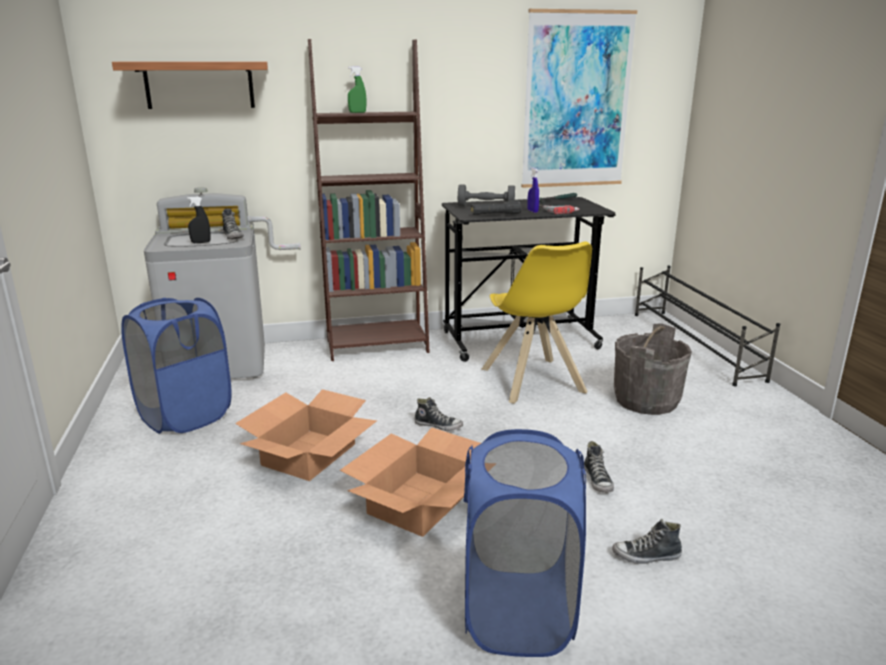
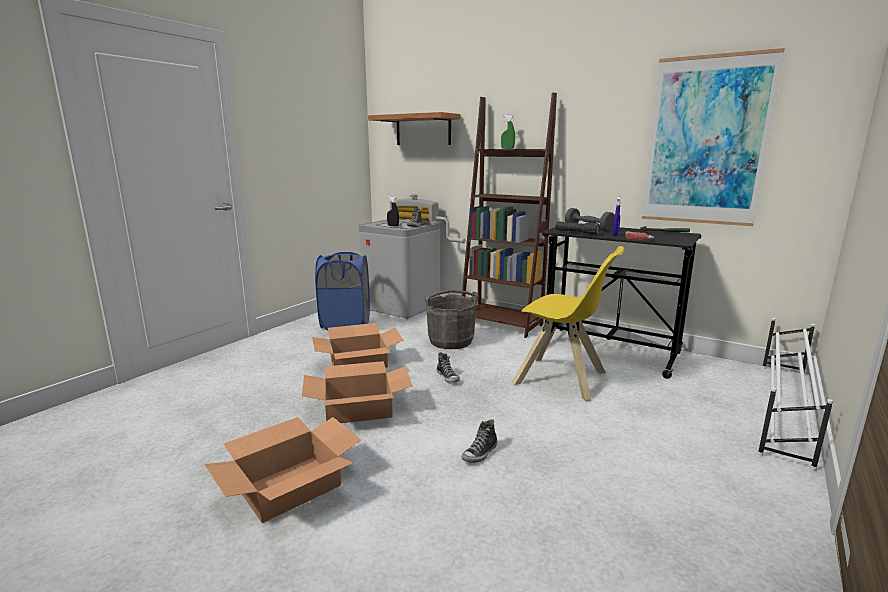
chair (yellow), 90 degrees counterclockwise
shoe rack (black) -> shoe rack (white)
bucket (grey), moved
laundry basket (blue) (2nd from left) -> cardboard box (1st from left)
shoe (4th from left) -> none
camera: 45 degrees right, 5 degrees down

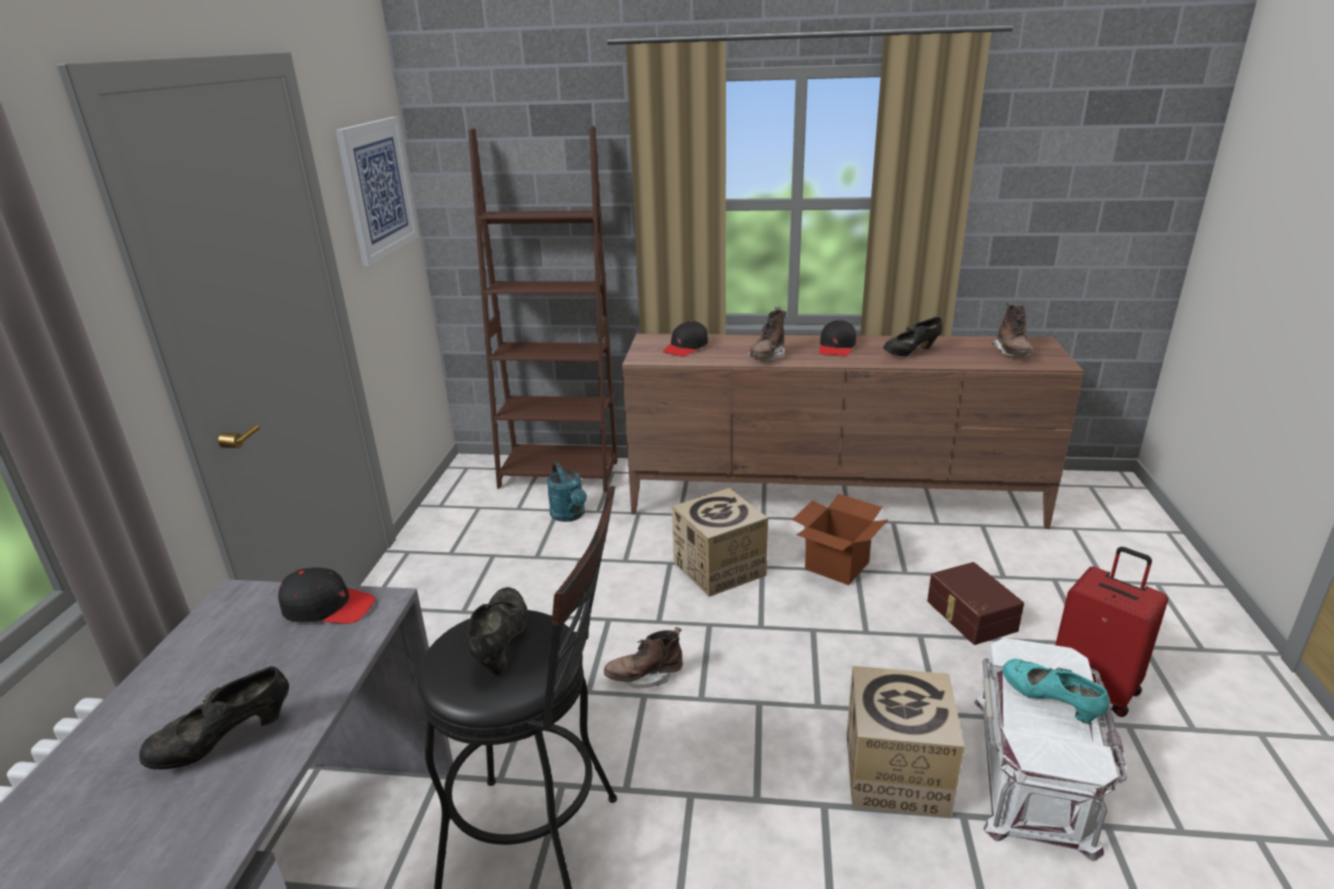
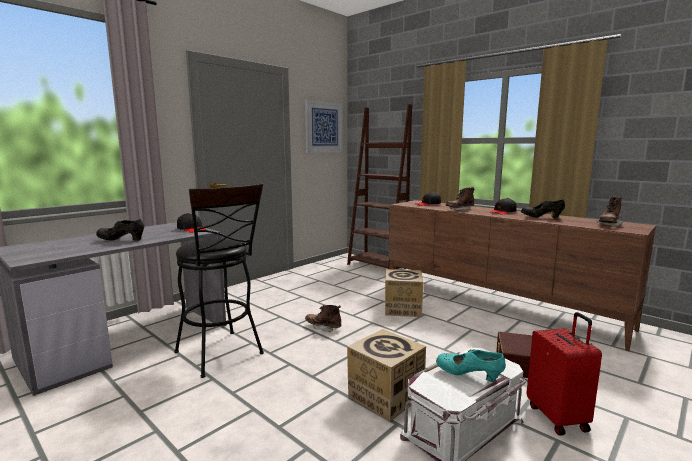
watering can (turquoise) -> none
cardboard box (2nd from left) -> none
shoe (black) (2nd from left) -> none
shoe (turquoise), 60 degrees counterclockwise
camera: 35 degrees right, 15 degrees down

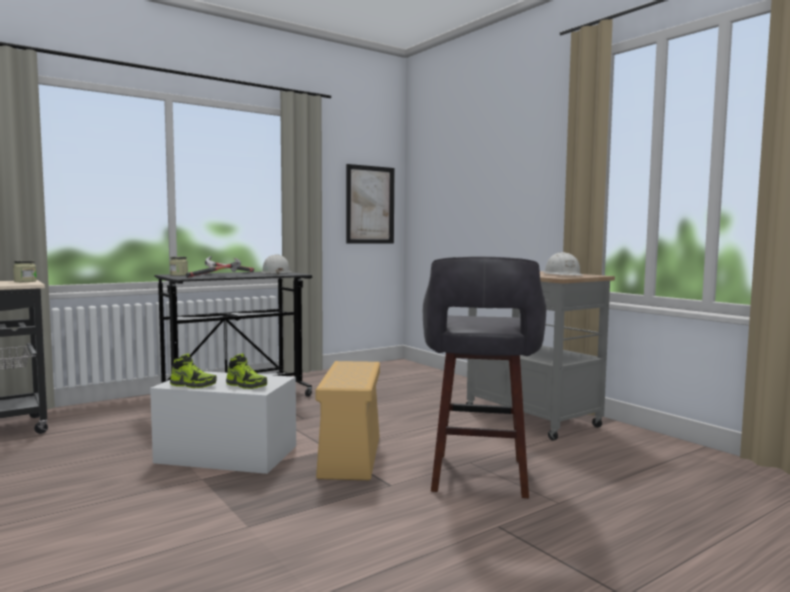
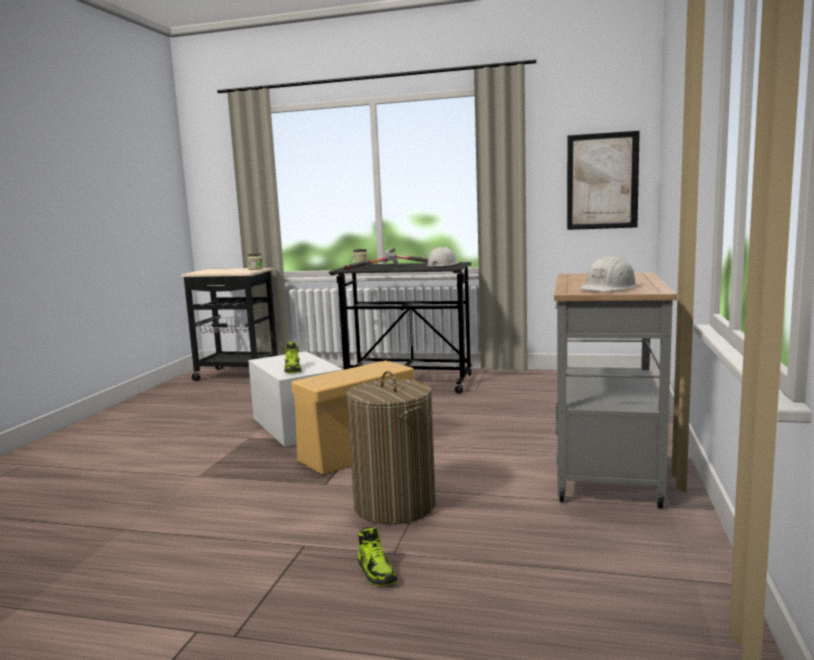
stool (grey) -> laundry basket
shoe (1st from left in the first image) -> shoe (2nd from left), moved
camera: 50 degrees right, 5 degrees up

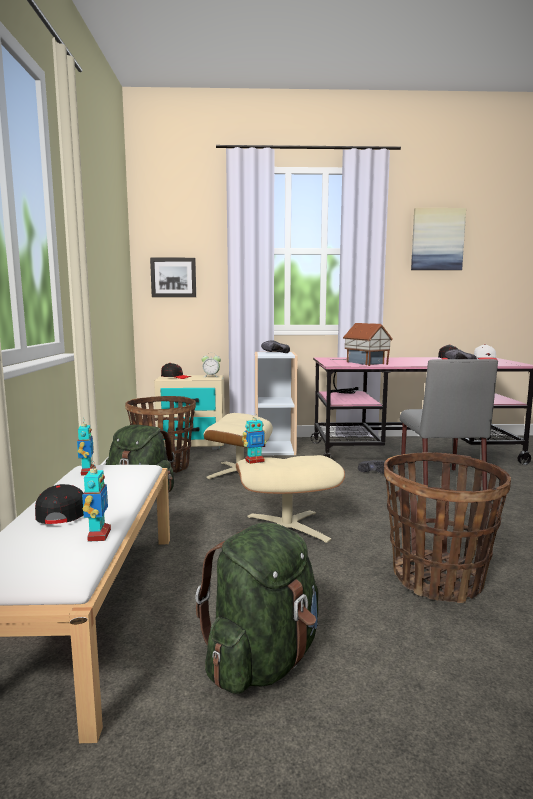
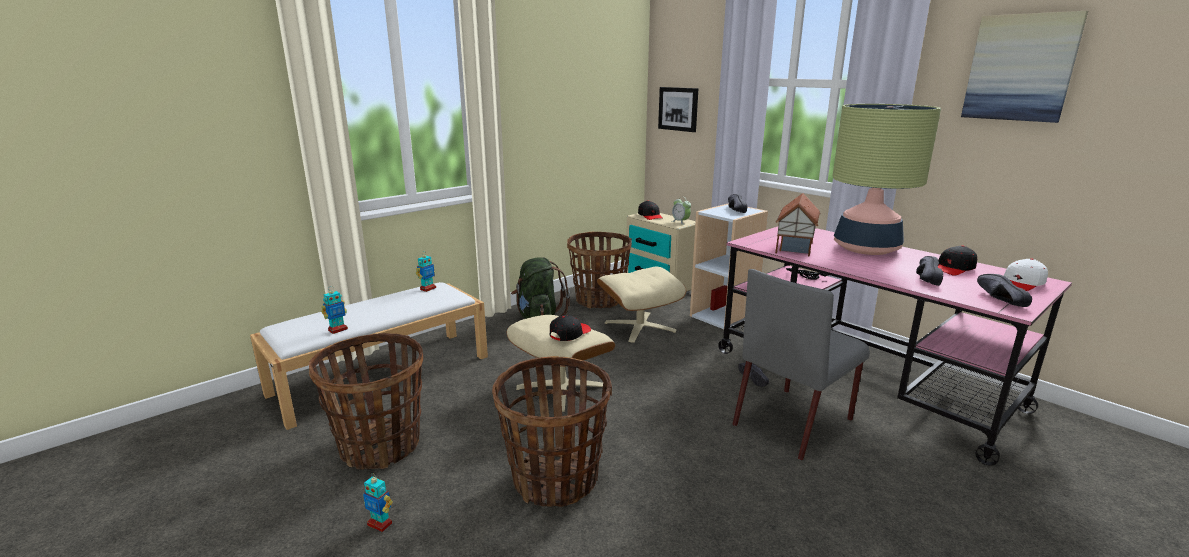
toy robot (3rd from left in the first image) -> toy robot (2nd from left), moved
cap (black) (1st from left), moved
backpack (green) (2nd from left) -> basket (1st from left)
none -> table lamp
none -> shoe (black) (4th from left)
camera: 50 degrees right, 10 degrees up

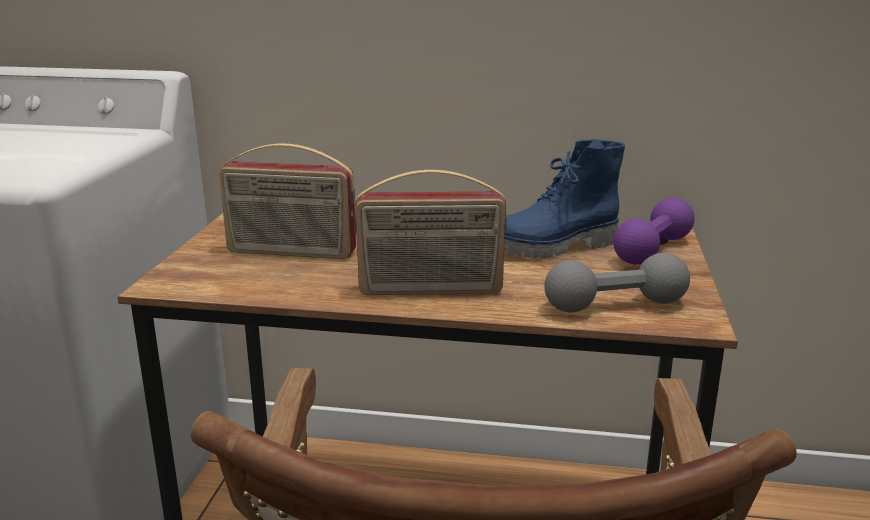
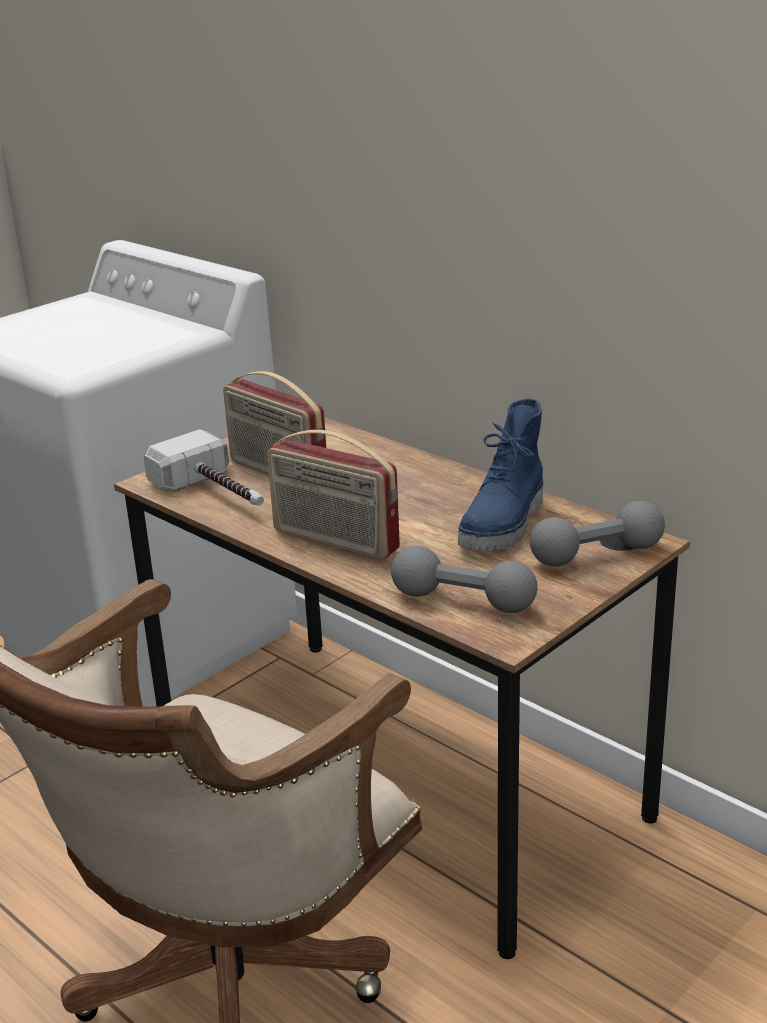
boot (blue), 75 degrees counterclockwise
dumbbell (purple) -> dumbbell (grey) (2nd from left)
none -> hammer
camera: 35 degrees right, 5 degrees up

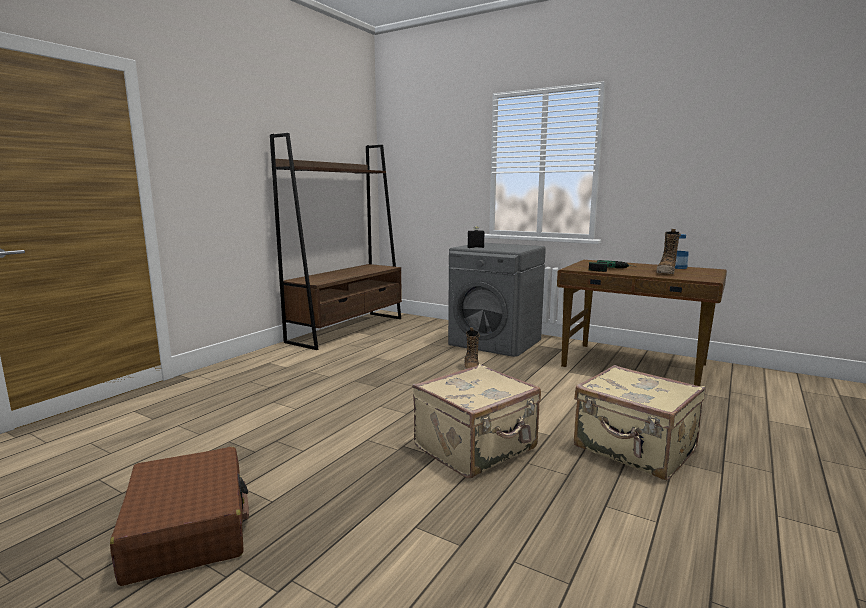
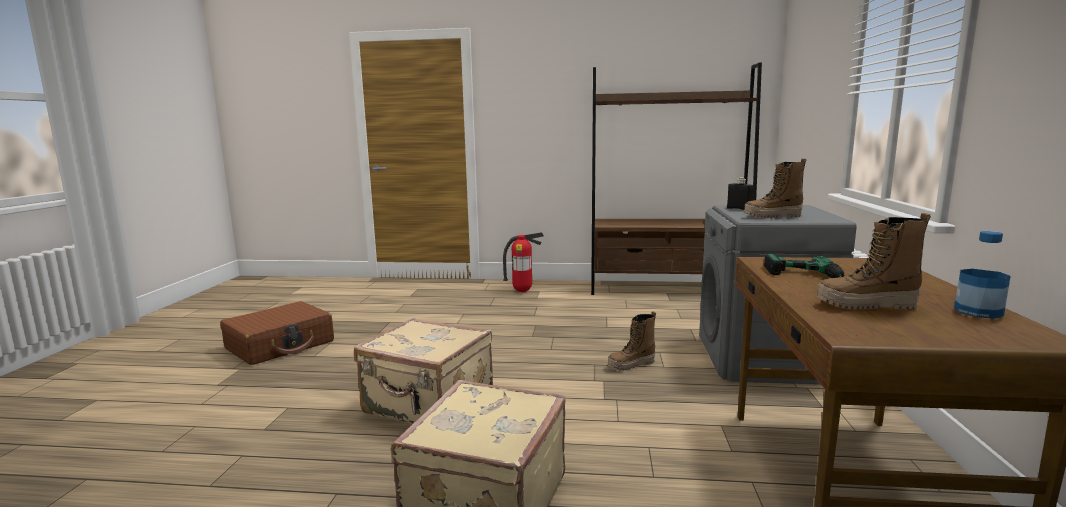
none -> boot (2nd from left)
none -> fire extinguisher
camera: 65 degrees right, 0 degrees up

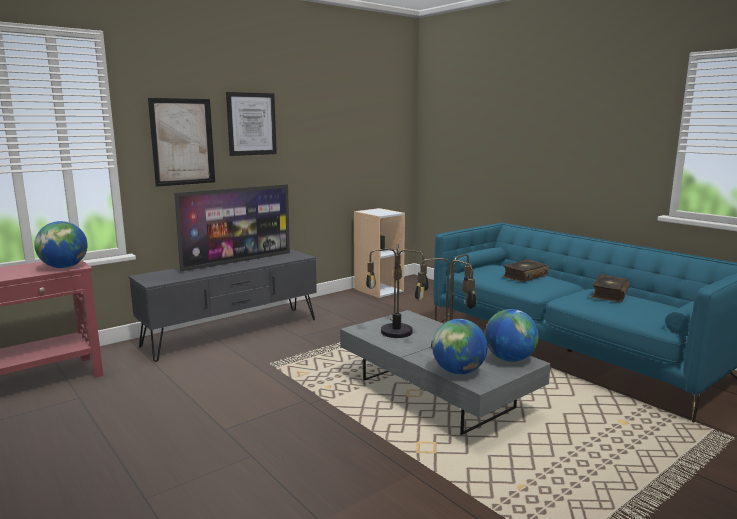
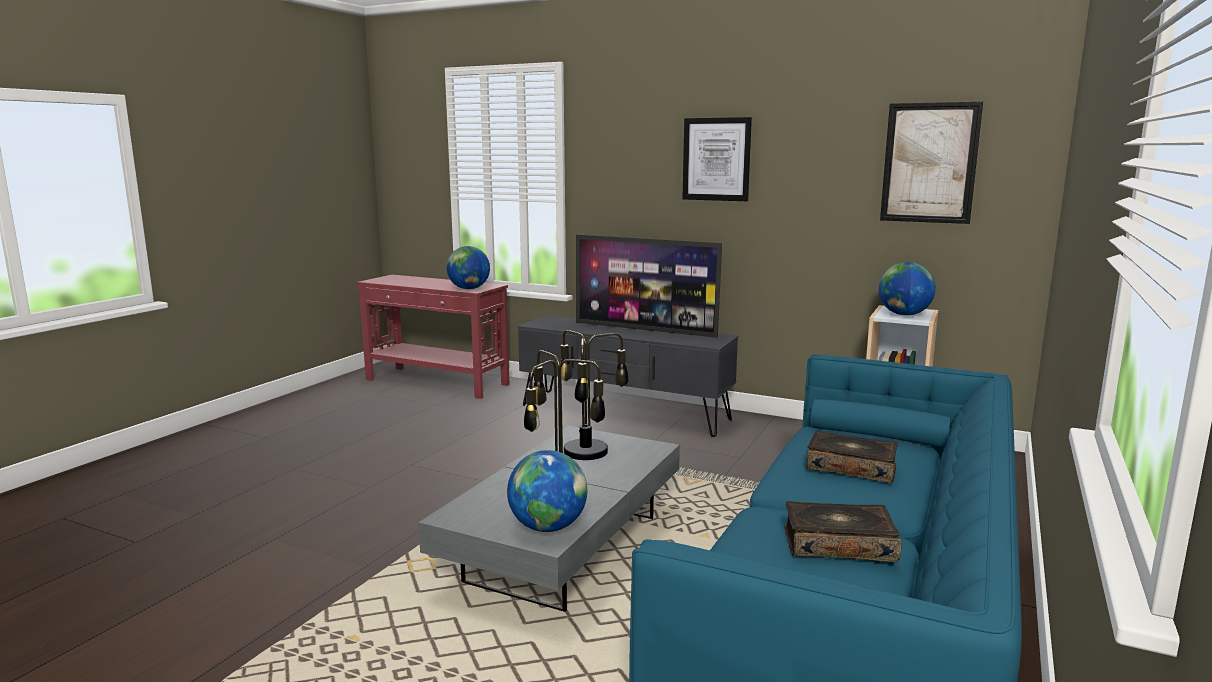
picture (1st from left in the first image) -> picture (2nd from left), moved
globe (2nd from left in the first image) -> globe (3rd from left), moved
camera: 65 degrees right, 0 degrees up

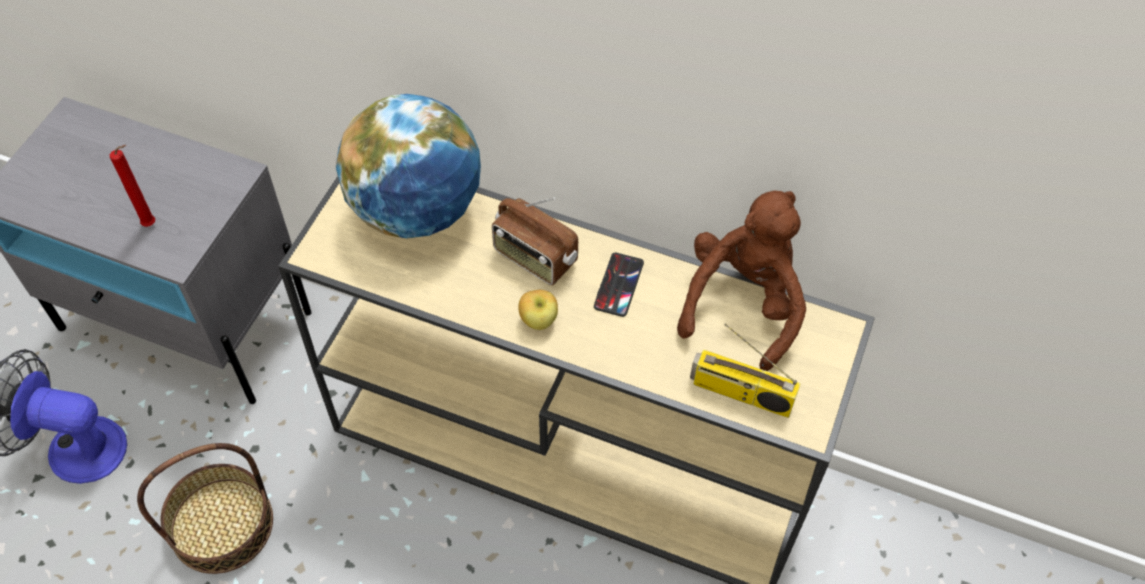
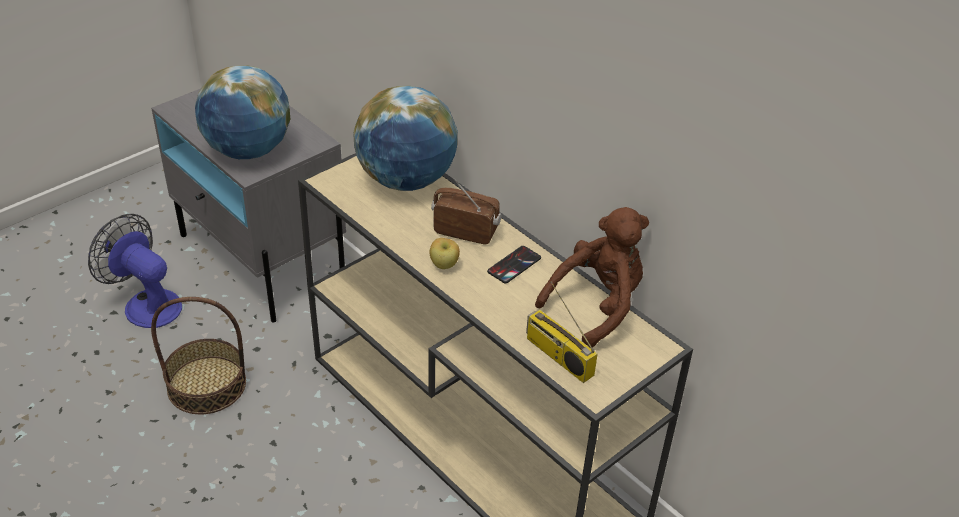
candle (red) -> globe (1st from left)
radio (1st from left), 135 degrees clockwise
camera: 25 degrees right, 15 degrees down

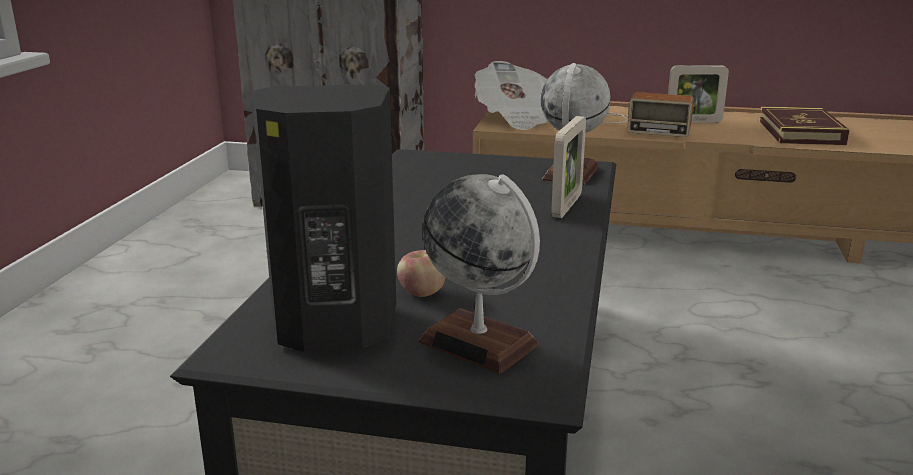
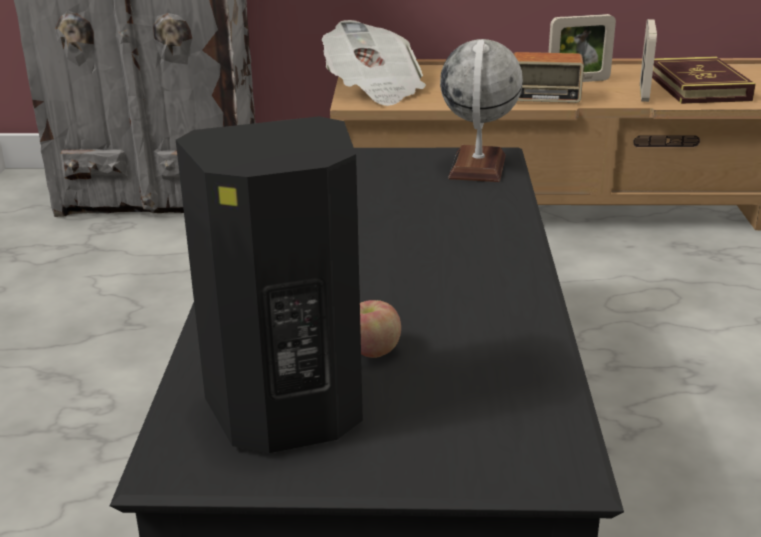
picture frame (1st from left in the first image) -> picture frame (2nd from left), moved
globe (1st from left) -> none
camera: 10 degrees left, 5 degrees up

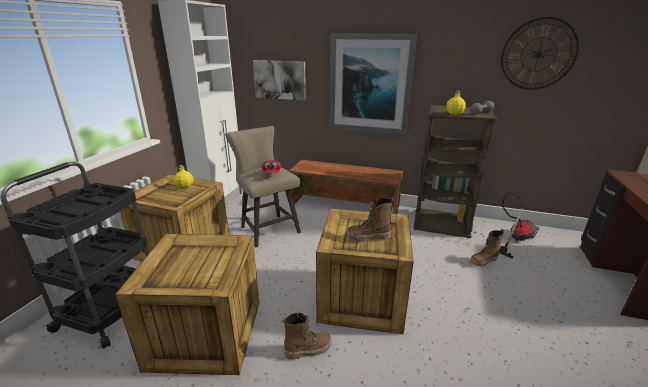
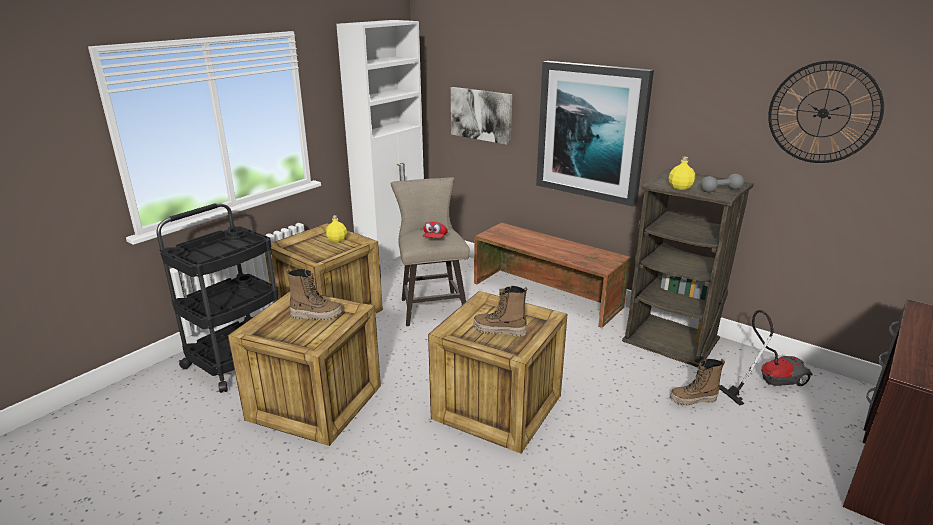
boot (1st from left), moved
camera: 20 degrees right, 0 degrees up

